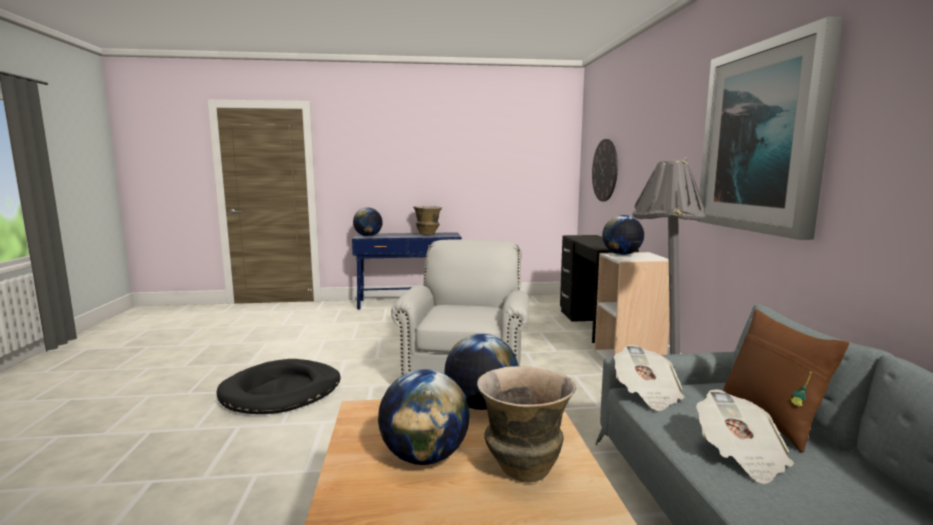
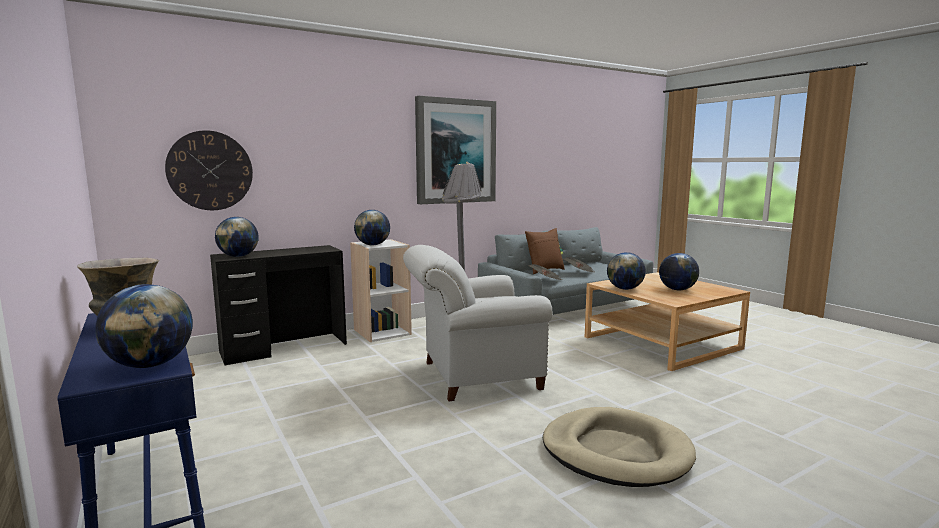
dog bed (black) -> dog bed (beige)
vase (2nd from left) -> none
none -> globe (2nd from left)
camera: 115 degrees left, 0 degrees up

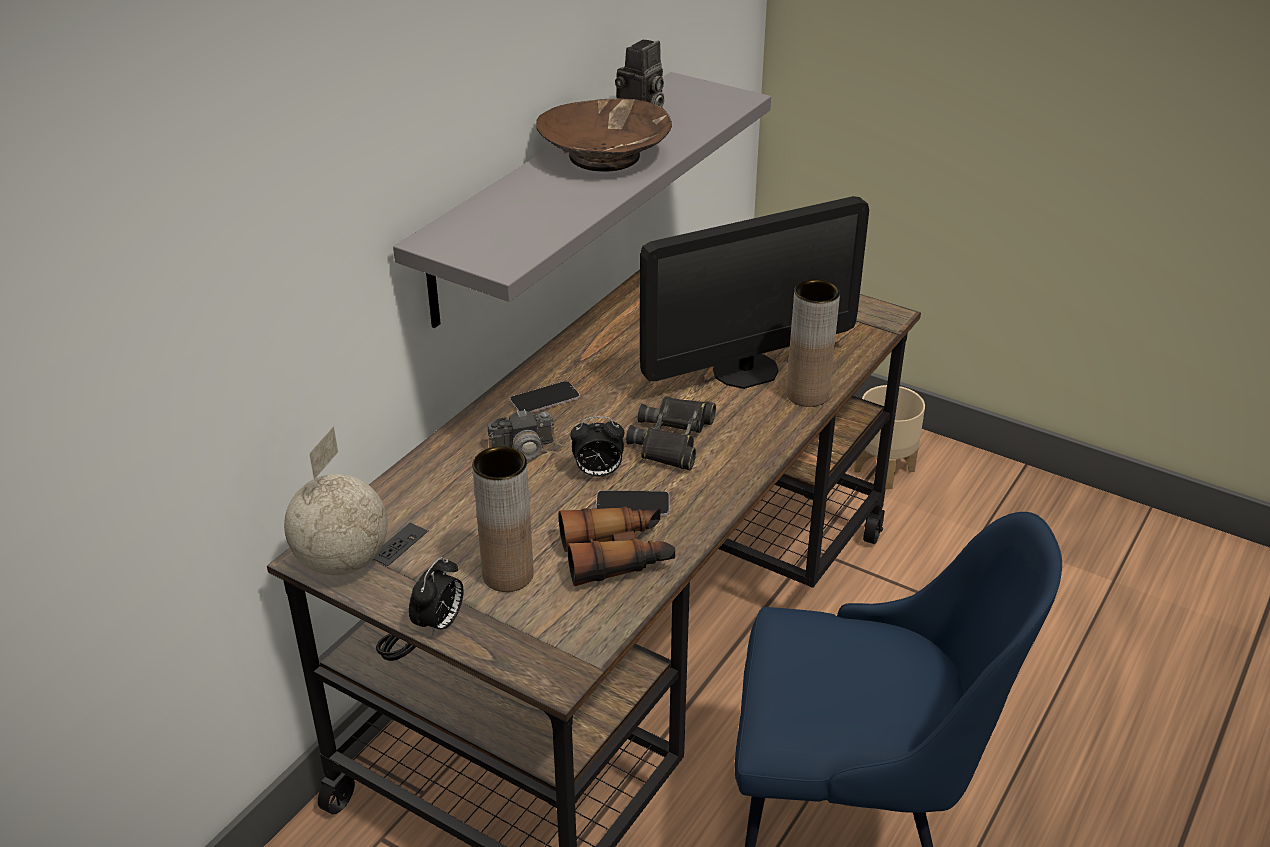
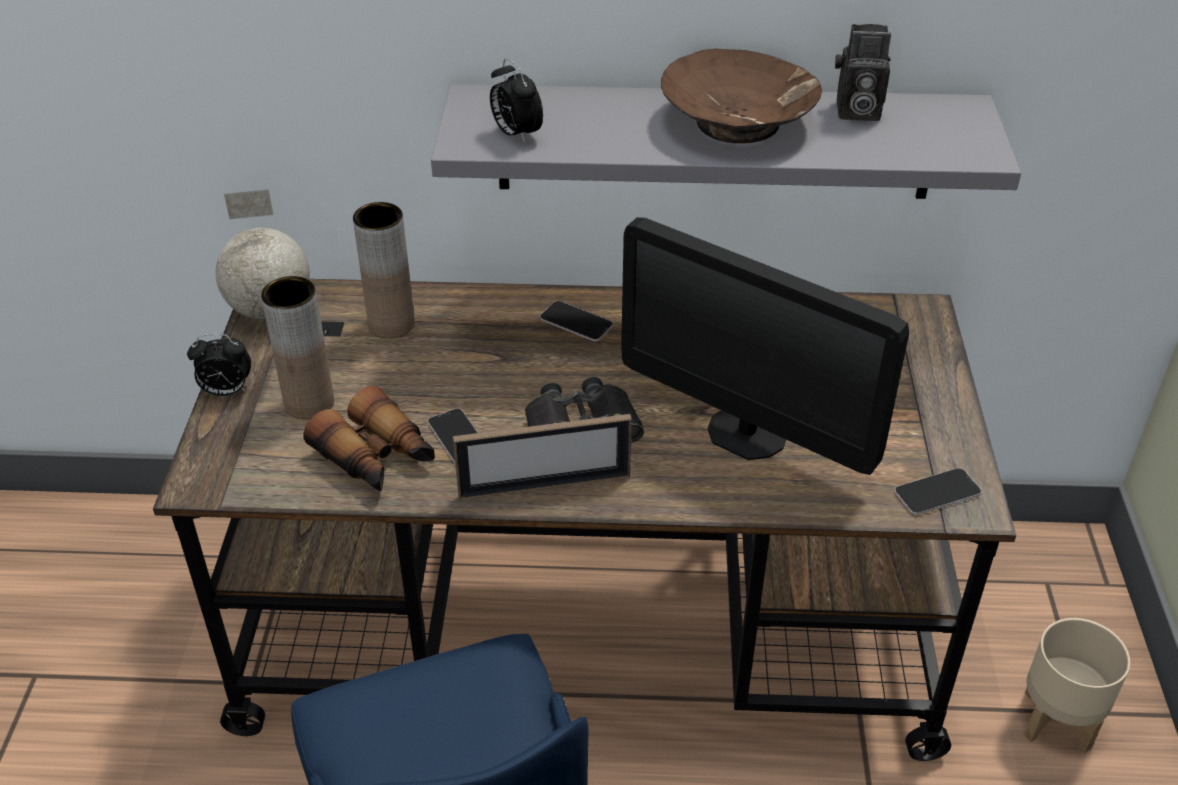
vase (brown) (2nd from left), moved
photo camera (1st from left) -> none
alarm clock (2nd from left), moved
none -> picture frame
none -> phone (3rd from left)
camera: 60 degrees right, 5 degrees up

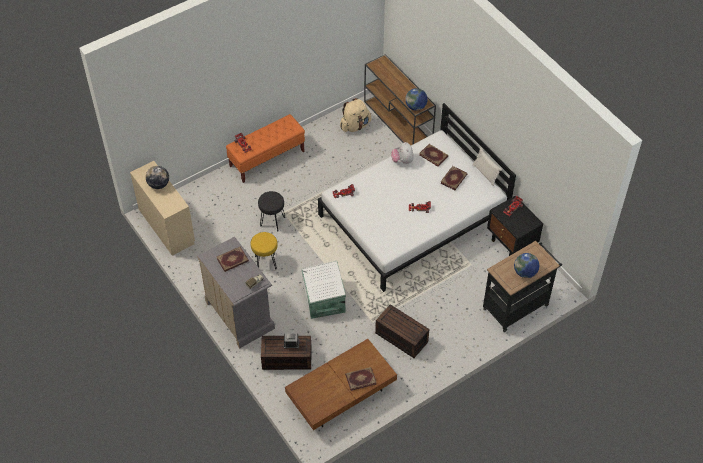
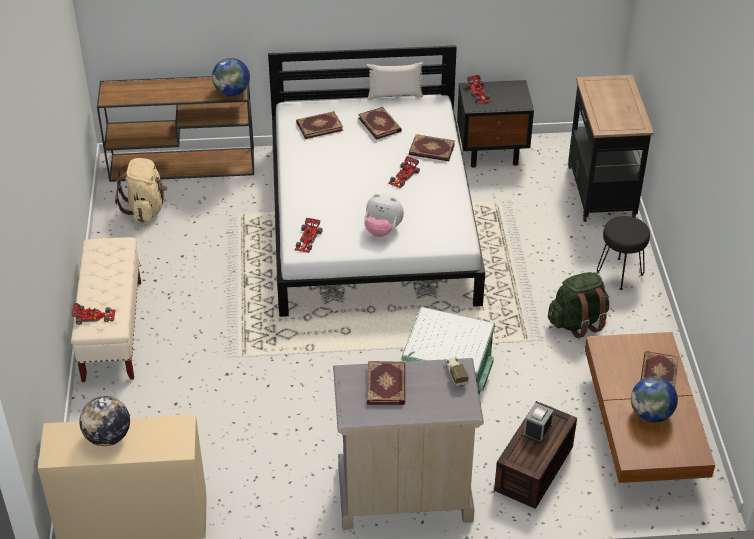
bench (orange) -> bench (beige)
plush toy, moved
stool (black), moved
stool (yellow) -> none
globe (3rd from left), moved
storage box (brown) (2nd from left) -> backpack (green)
none -> book (4th from left)
camera: 60 degrees left, 10 degrees down

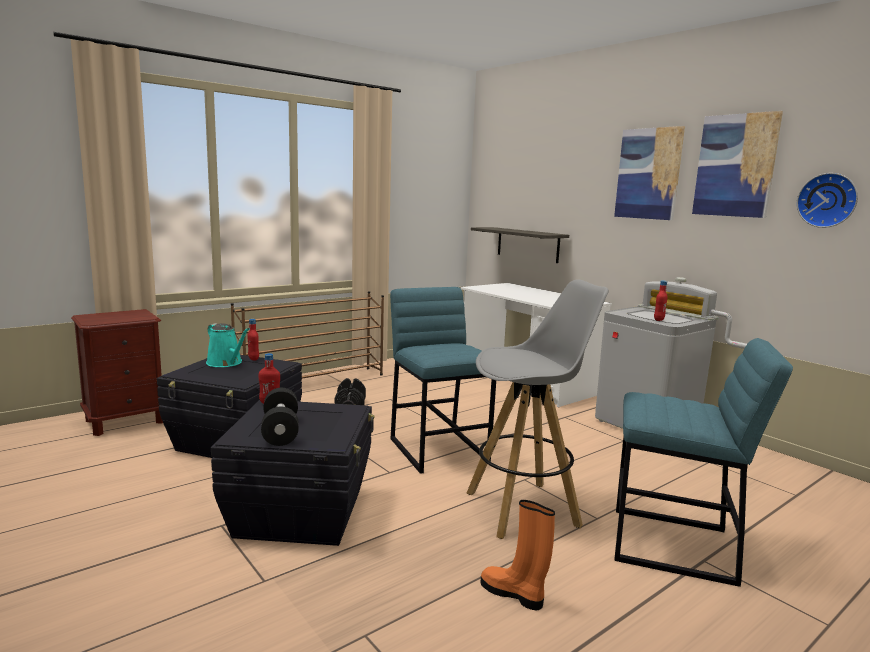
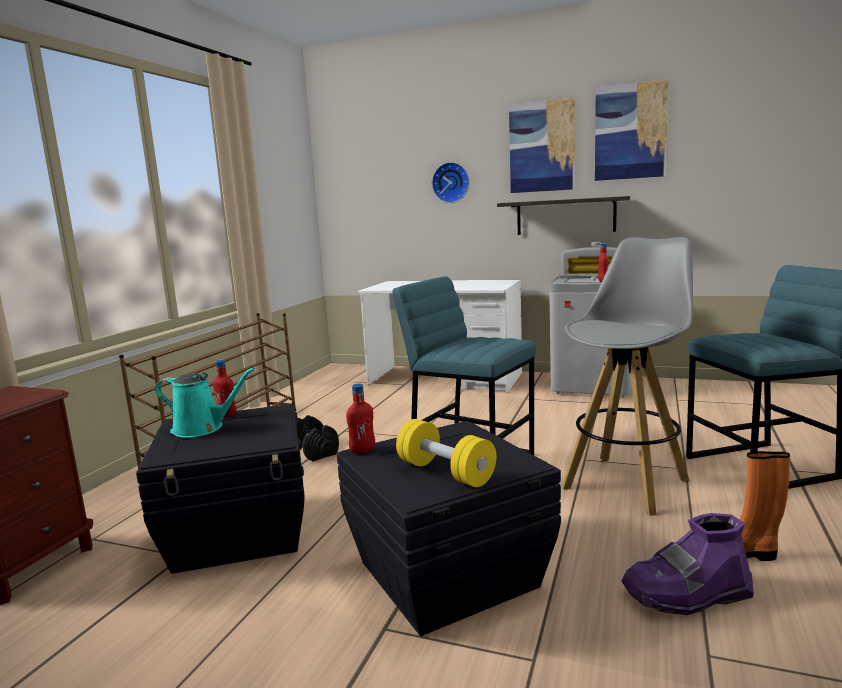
wall clock, moved
shelf, moved
dumbbell (black) (1st from left) -> dumbbell (yellow)
none -> boot (purple)
camera: 30 degrees left, 0 degrees up

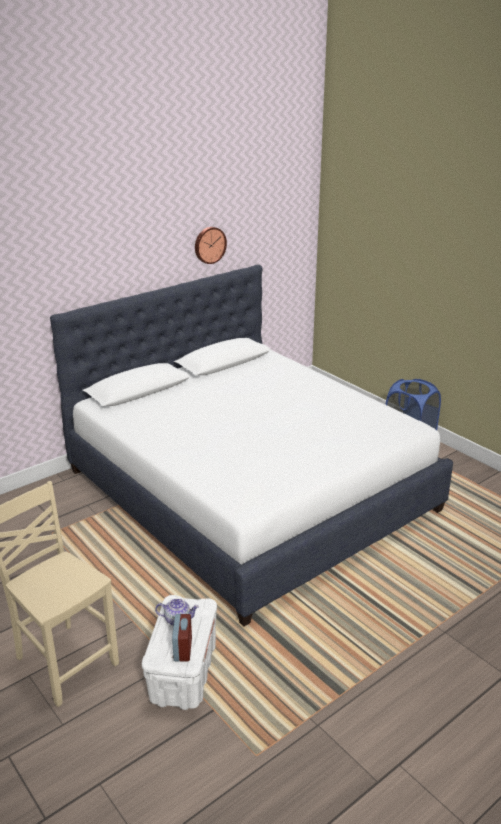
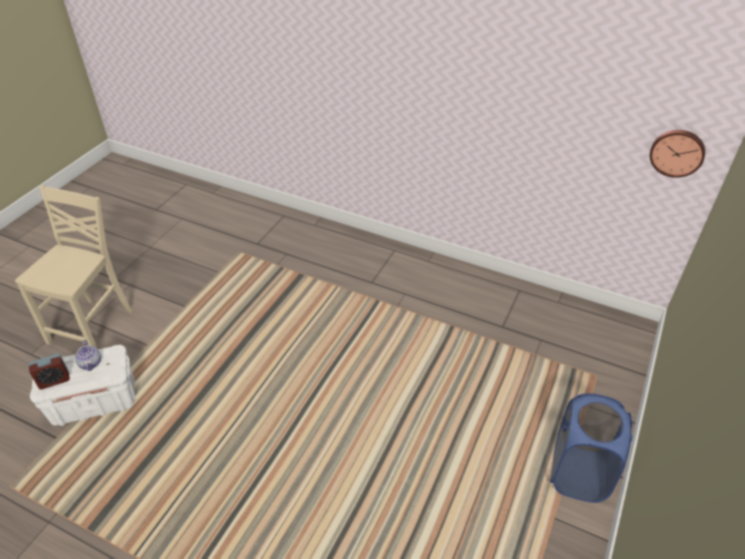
wall clock, moved
bed (white) -> none
camera: 65 degrees right, 15 degrees up

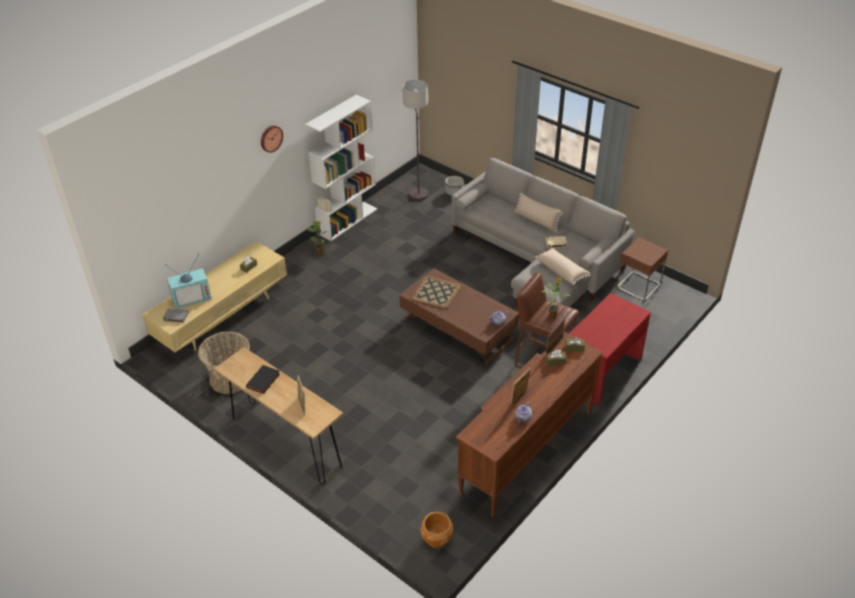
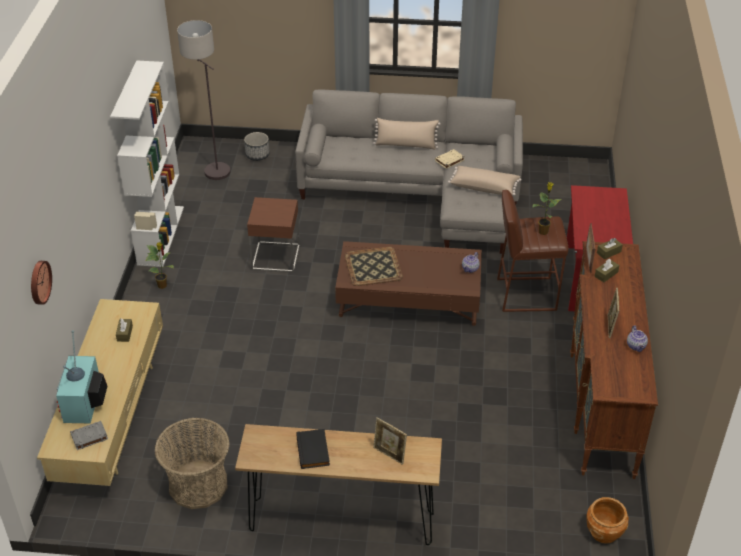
wall clock, moved
side table (brown), moved
television, 150 degrees clockwise
camera: 35 degrees left, 0 degrees up

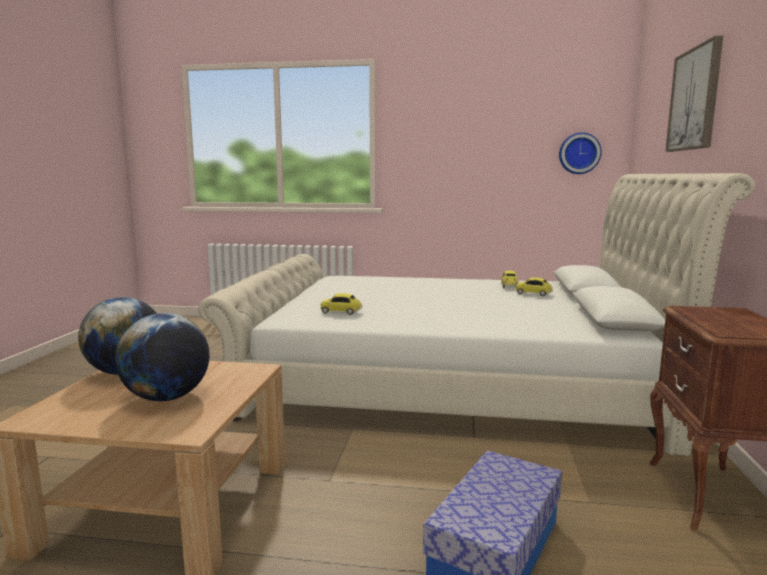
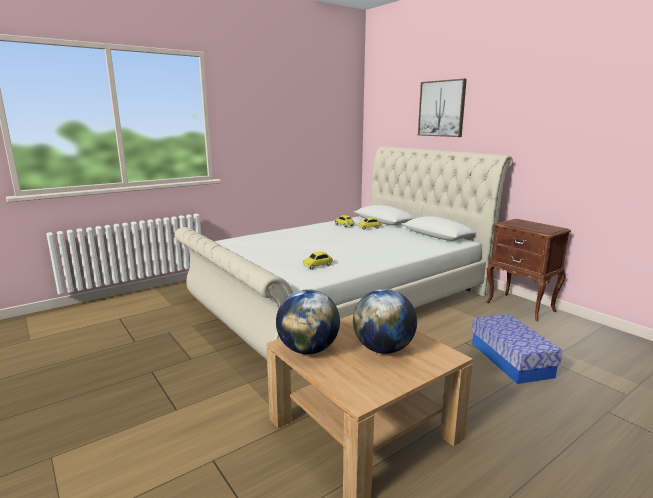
wall clock -> none
camera: 45 degrees left, 5 degrees up

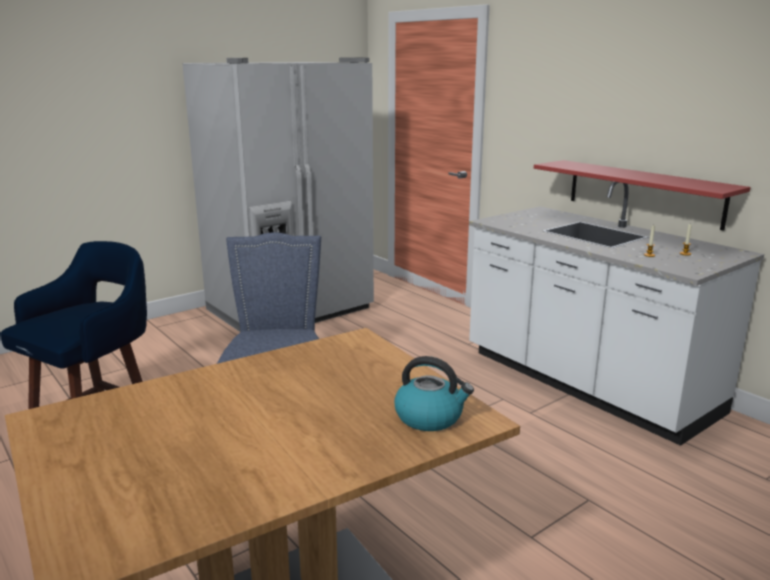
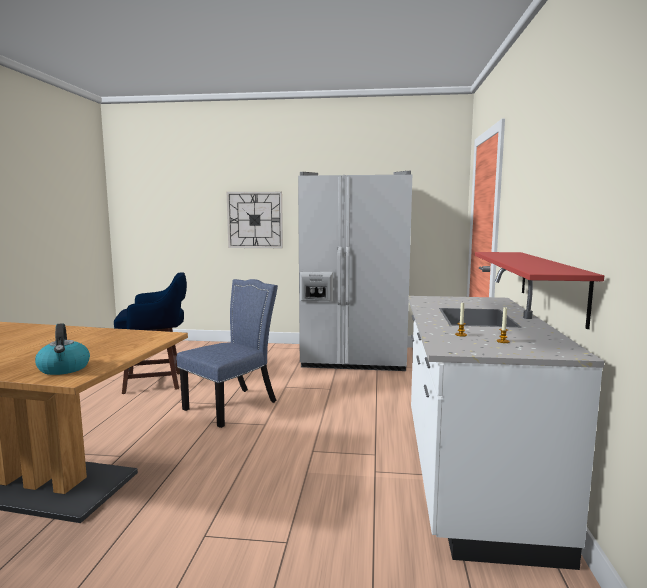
none -> wall clock
camera: 45 degrees right, 10 degrees down

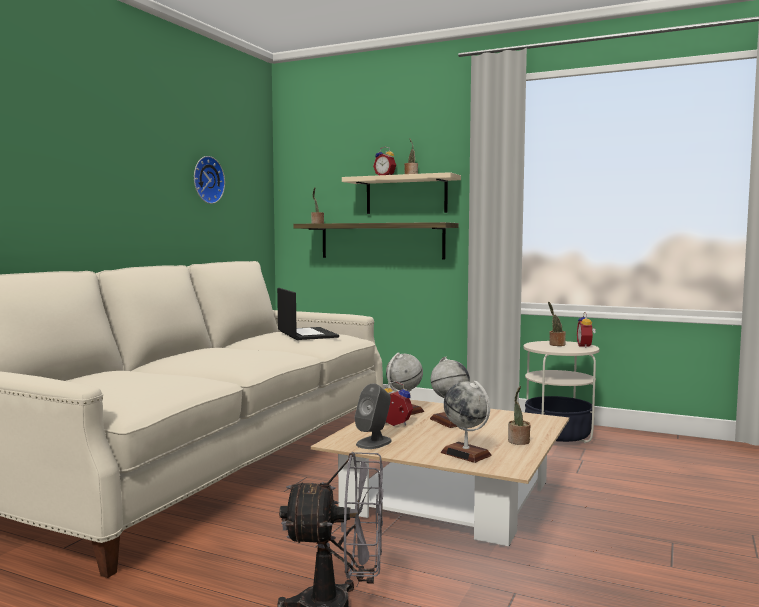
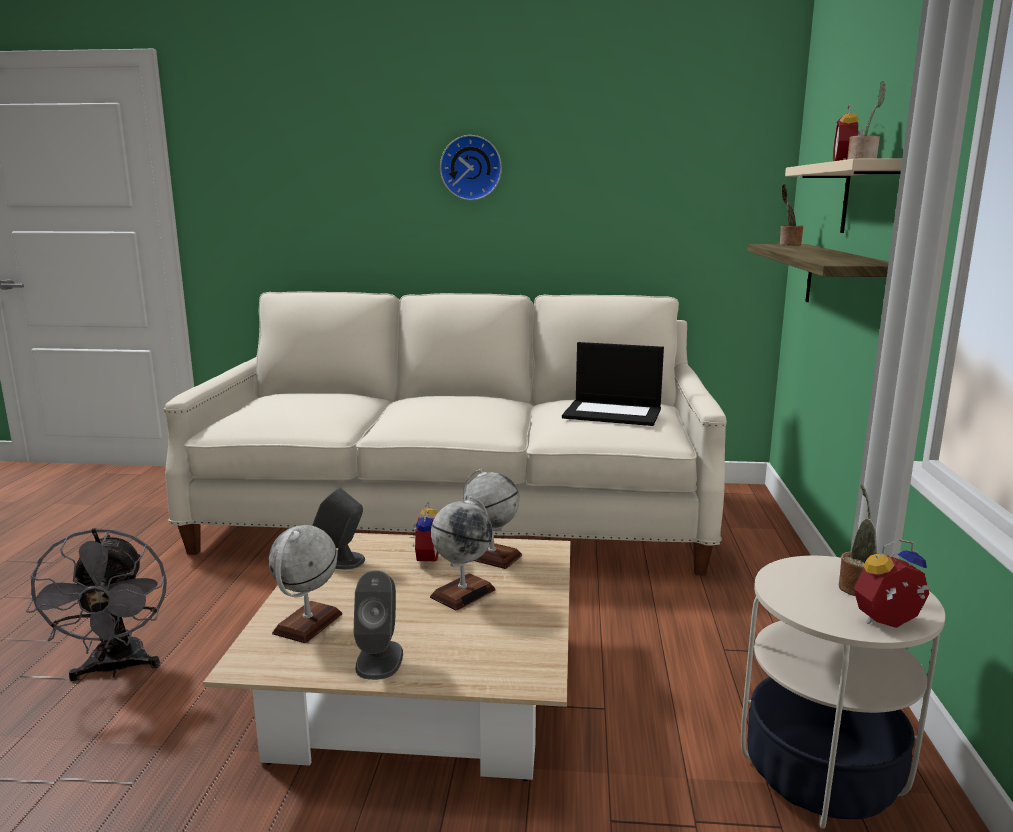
wall clock, moved
laptop, 60 degrees clockwise
potted plant (3rd from left) -> speaker (grey) (2nd from left)
camera: 70 degrees right, 10 degrees up

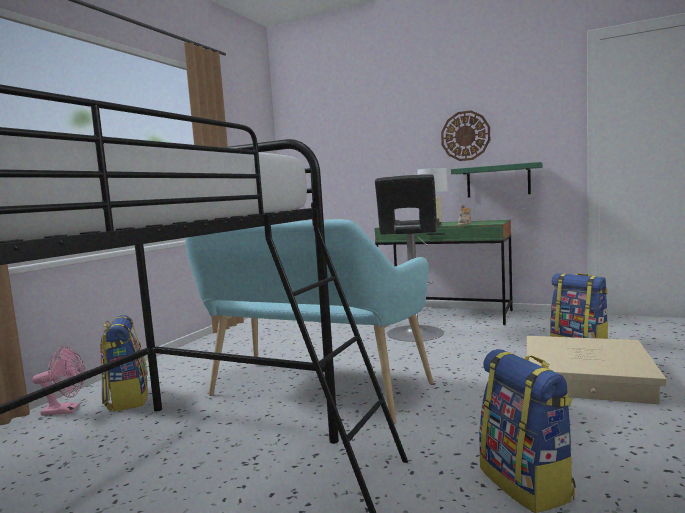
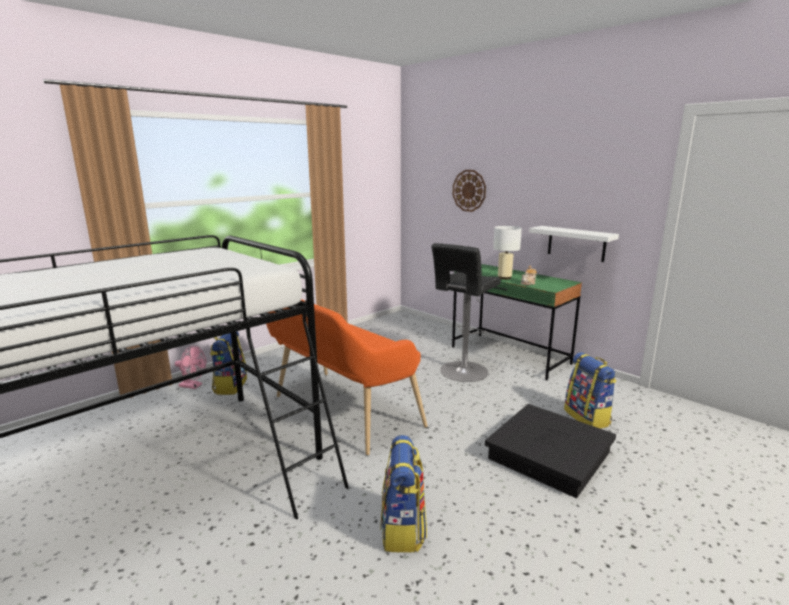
wall clock, moved
shelf (green) -> shelf (white)
bench (turquoise) -> bench (orange)
storage box (beige) -> storage box (black)
camera: 20 degrees right, 10 degrees up

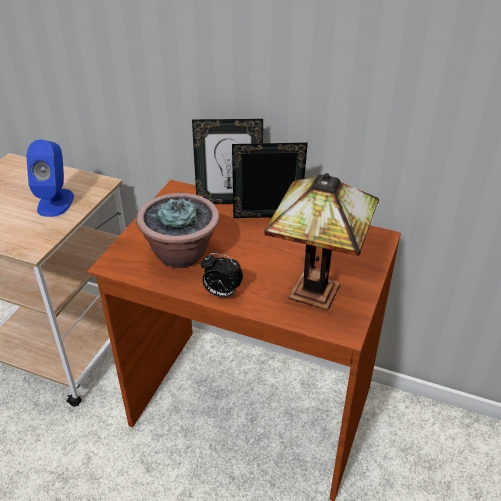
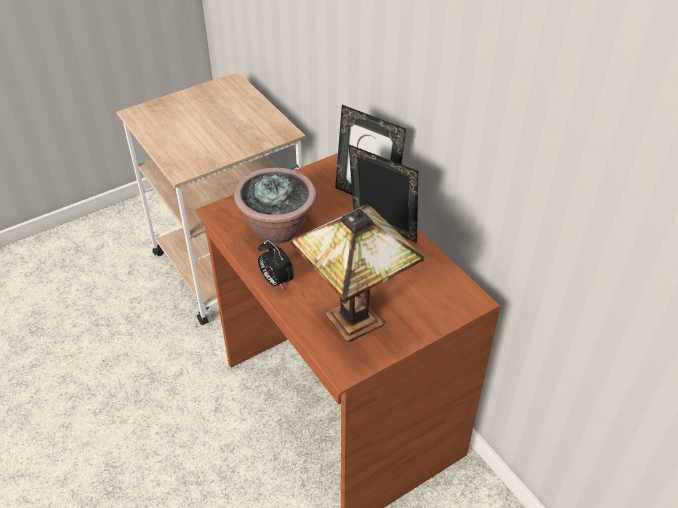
speaker (blue) -> none
camera: 35 degrees right, 5 degrees up

